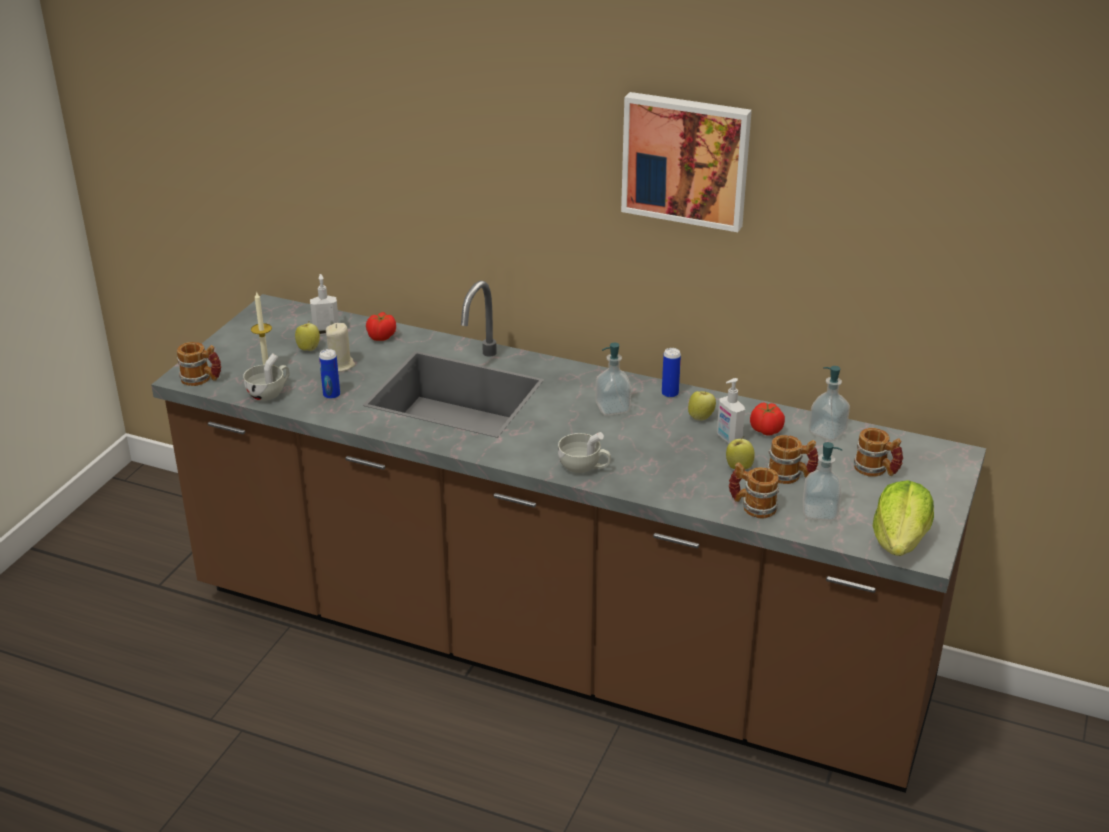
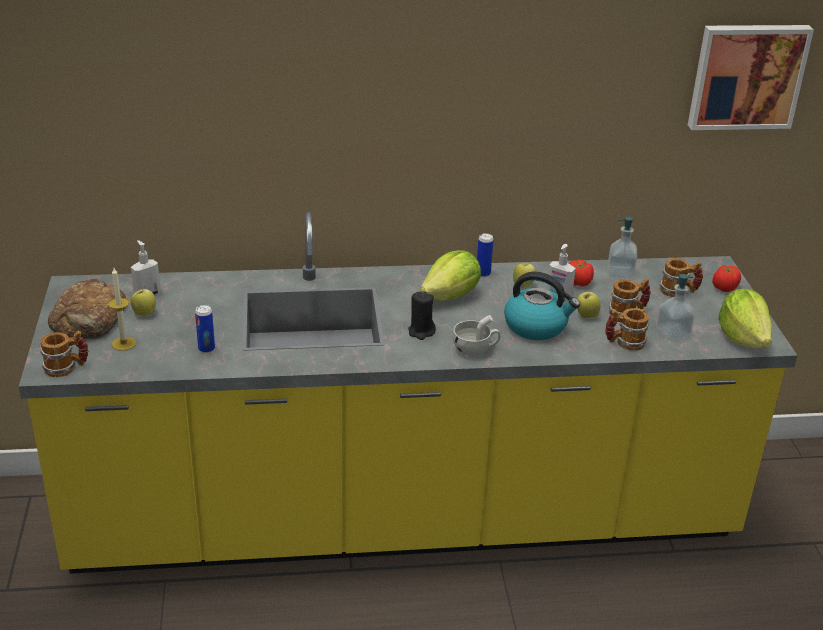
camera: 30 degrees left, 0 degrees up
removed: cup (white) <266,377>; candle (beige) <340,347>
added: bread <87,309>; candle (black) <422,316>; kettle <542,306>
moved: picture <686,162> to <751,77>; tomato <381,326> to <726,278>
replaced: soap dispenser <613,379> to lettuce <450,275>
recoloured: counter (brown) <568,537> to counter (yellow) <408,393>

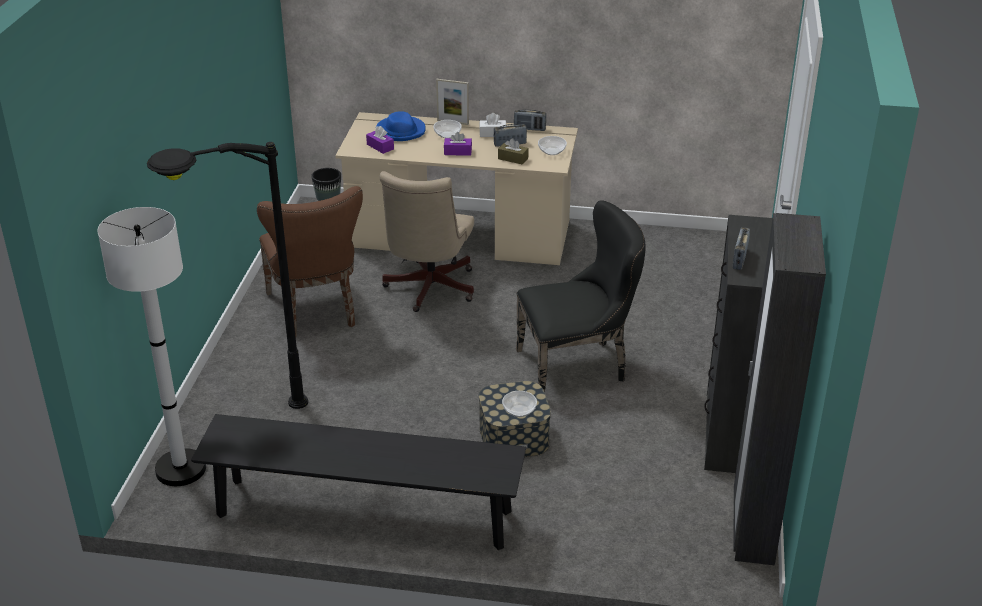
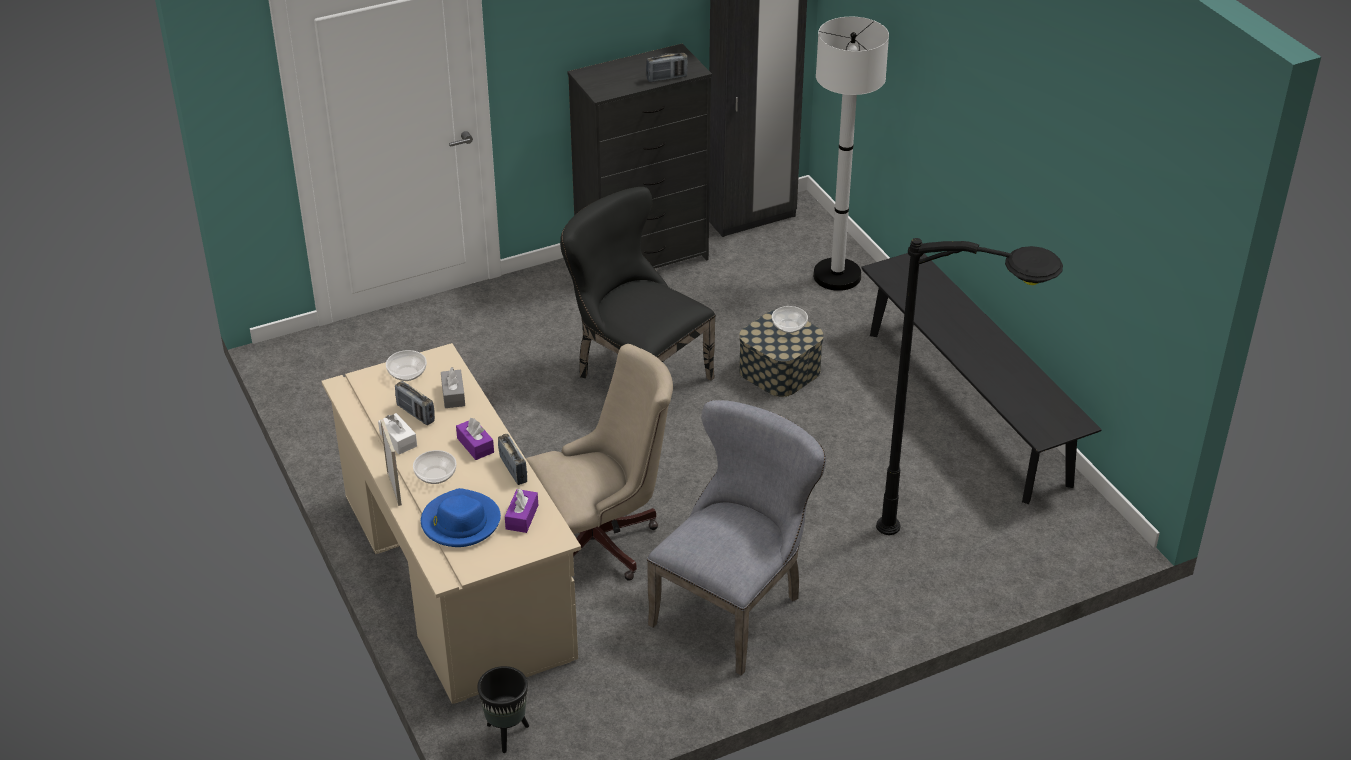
camera: 125 degrees left, 5 degrees up
moved: radio <530,120> to <512,459>; floor lamp (white) <152,346> to <851,154>
recoloured: tissue box (brown) <513,151> to tissue box (grey) <453,387>; chair (brown) <310,261> to chair (grey) <736,537>

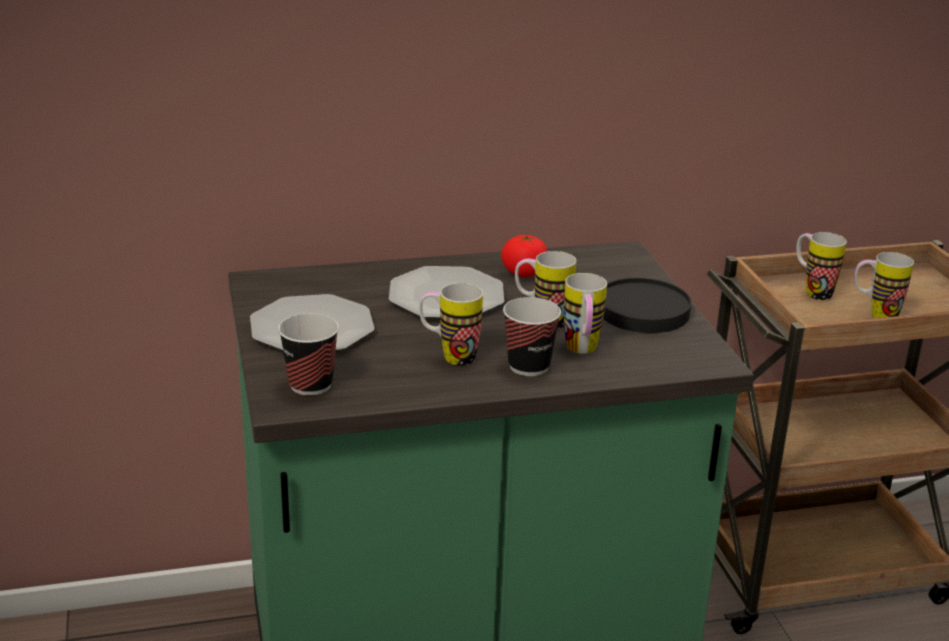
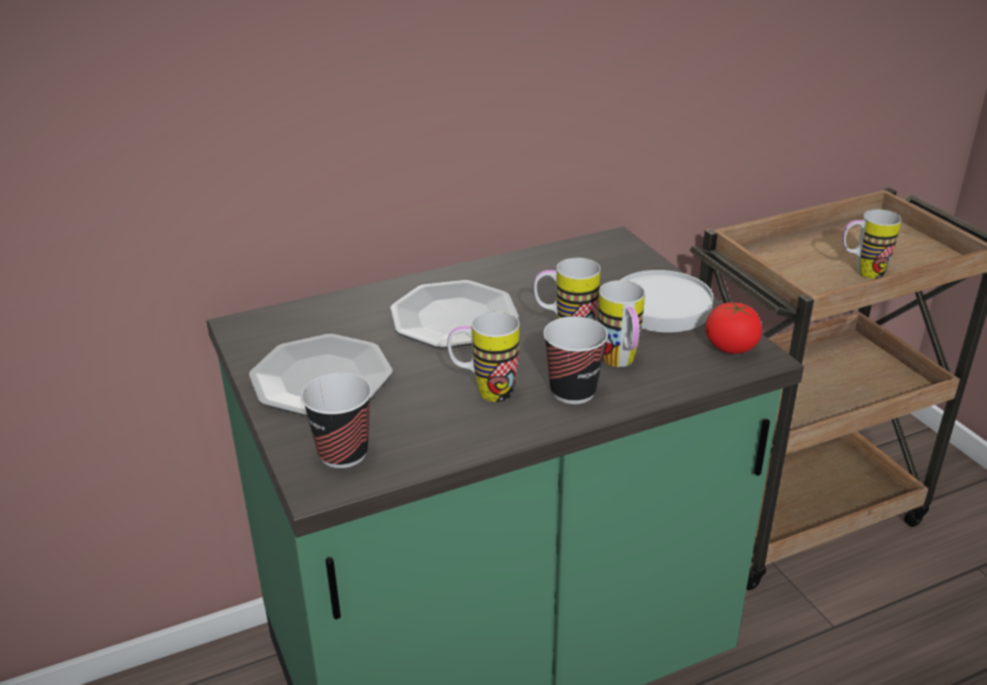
camera: 10 degrees left, 5 degrees up
removed: mug <822,266>
moved: tomato <524,255> to <734,328>
recoloured: plate (black) <647,305> to plate (white) <667,301>

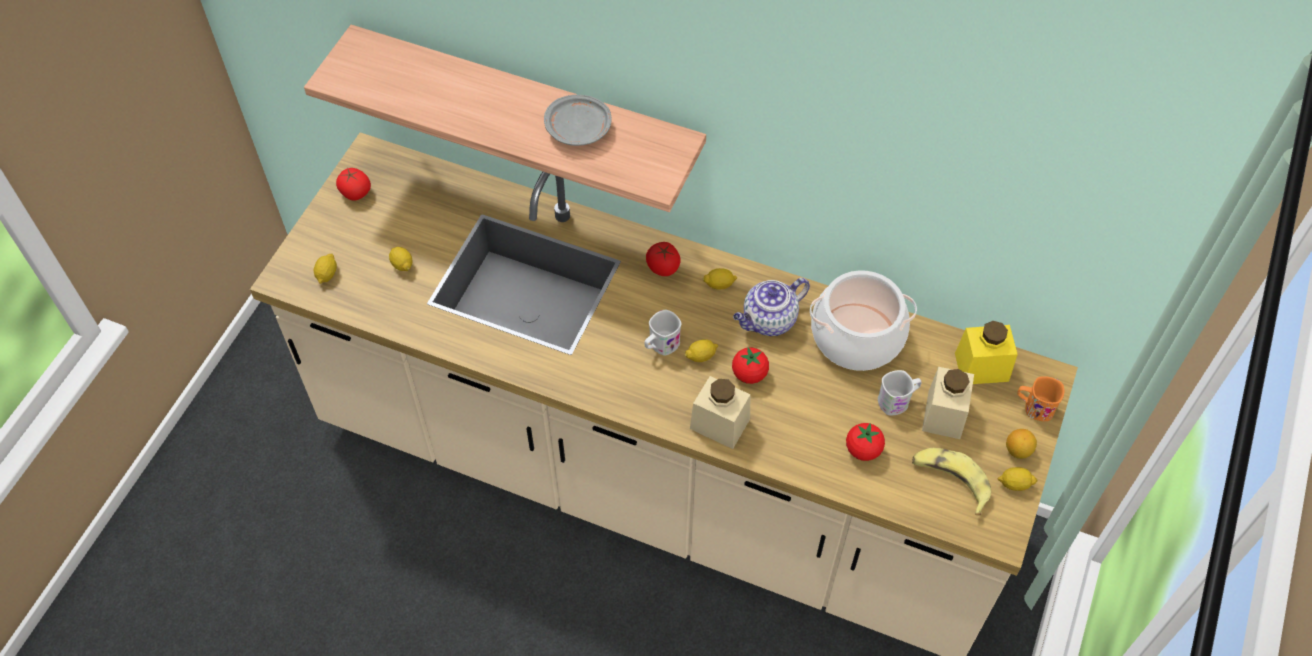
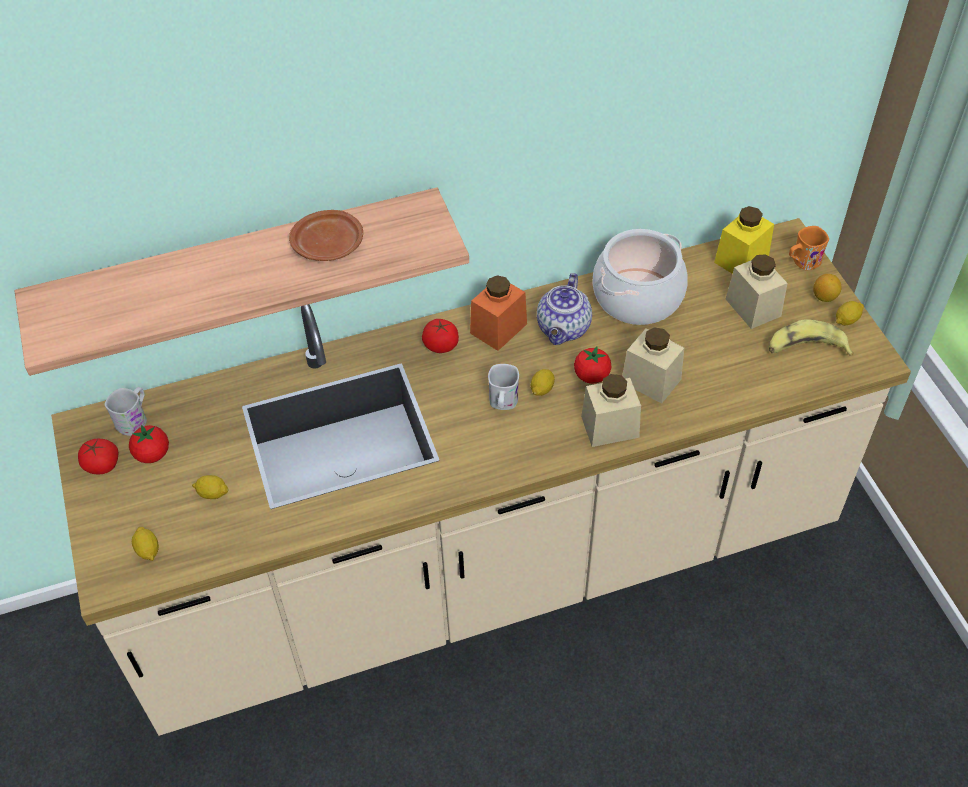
camera: 40 degrees left, 5 degrees down
added: jar (beige) <653,365>
moved: mug (white) <900,392> to <126,411>; tomato <865,442> to <149,444>
replaced: lemon <720,279> to jar (orange) <498,313>
recoloured: plate (grey) <578,120> to plate (brown) <326,235>

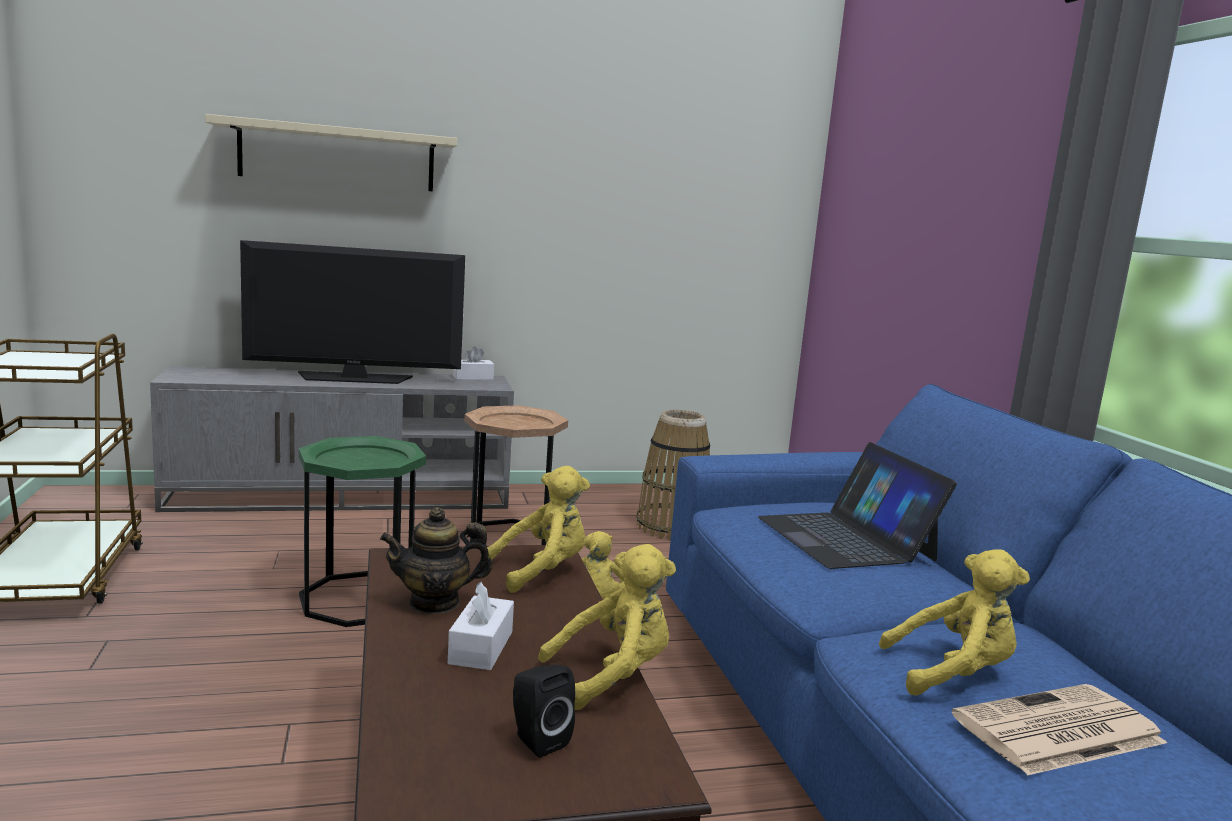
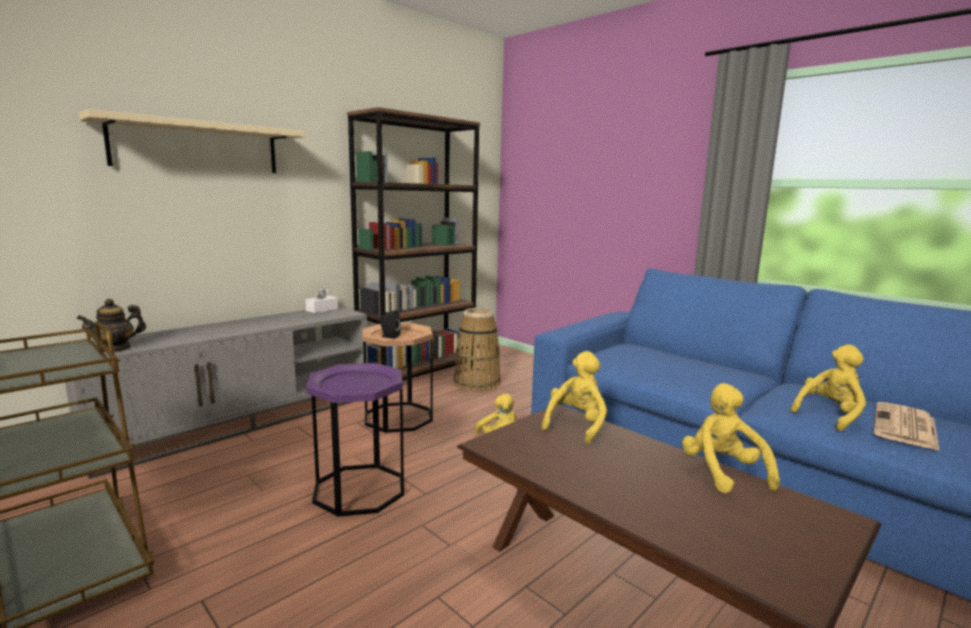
camera: 30 degrees left, 0 degrees up
removed: television <352,312>; tissue box (white) <481,626>; laptop <857,505>
added: bookcase (brown) <413,244>
moved: teapot <436,560> to <111,325>; speaker (black) <544,711> to <390,324>
recoloured: side table (green) <362,531> to side table (purple) <355,440>
turned: plush toy (yellow) <607,627> = <731,438> 45 degrees counterclockwise

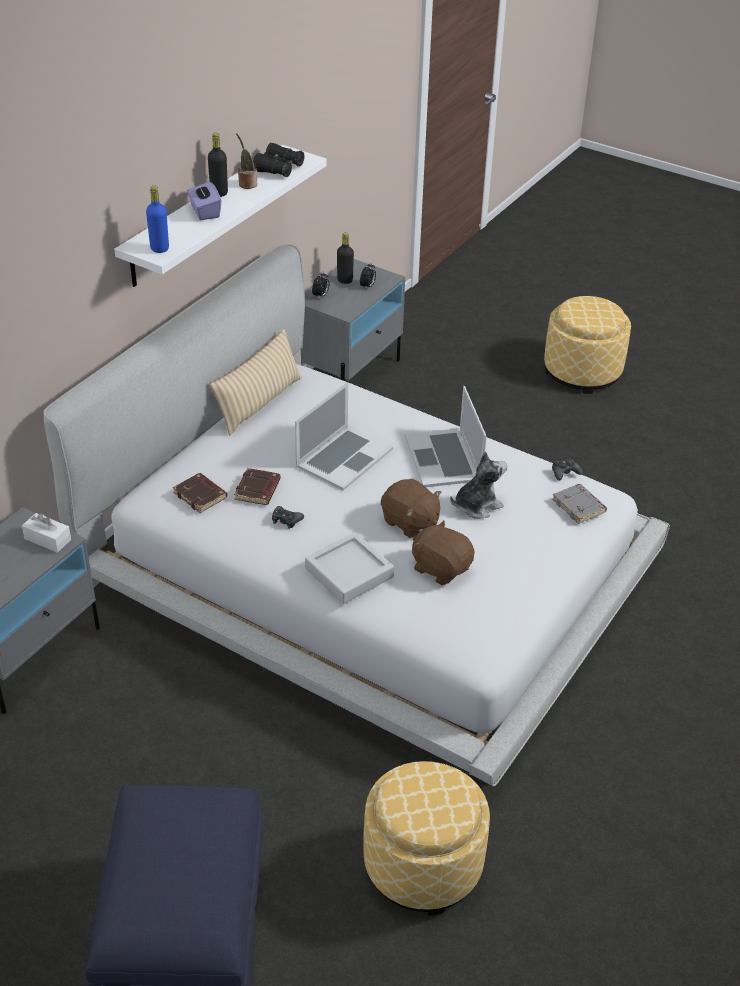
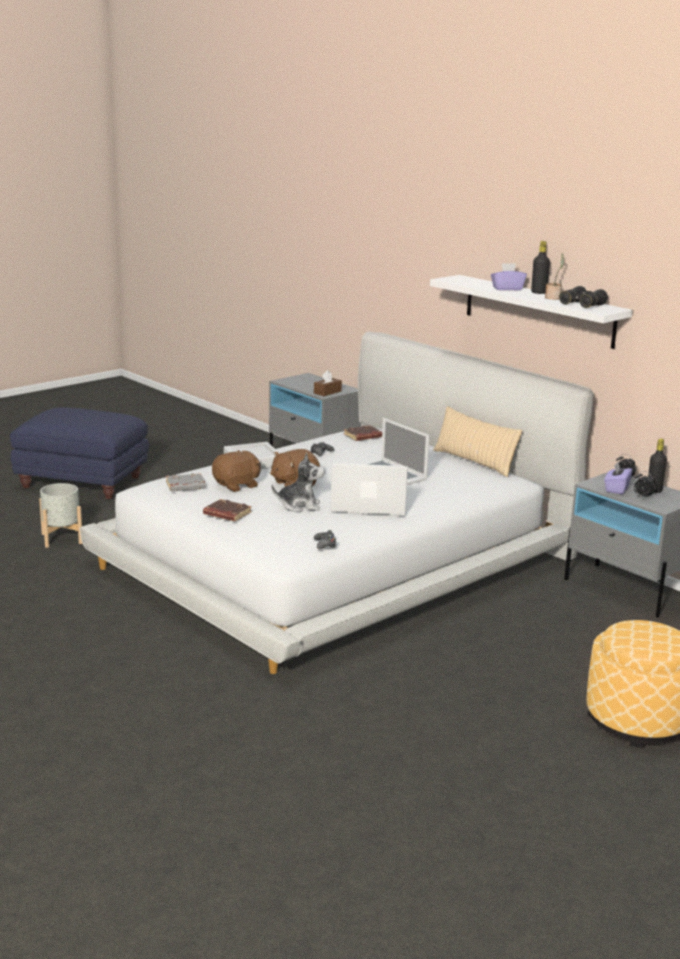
camera: 105 degrees right, 20 degrees down
removed: bottle (blue) <157,219>
added: tissue box (purple) <618,478>
moved: book (grey) <579,504> to <186,482>; book (brown) <257,486> to <227,510>
replaced: ottoman <426,838> to planter (grey) <61,515>
recoloured: tissue box (white) <46,533> to tissue box (brown) <328,383>
turned: plush toy <478,485> = <298,482> 75 degrees counterclockwise

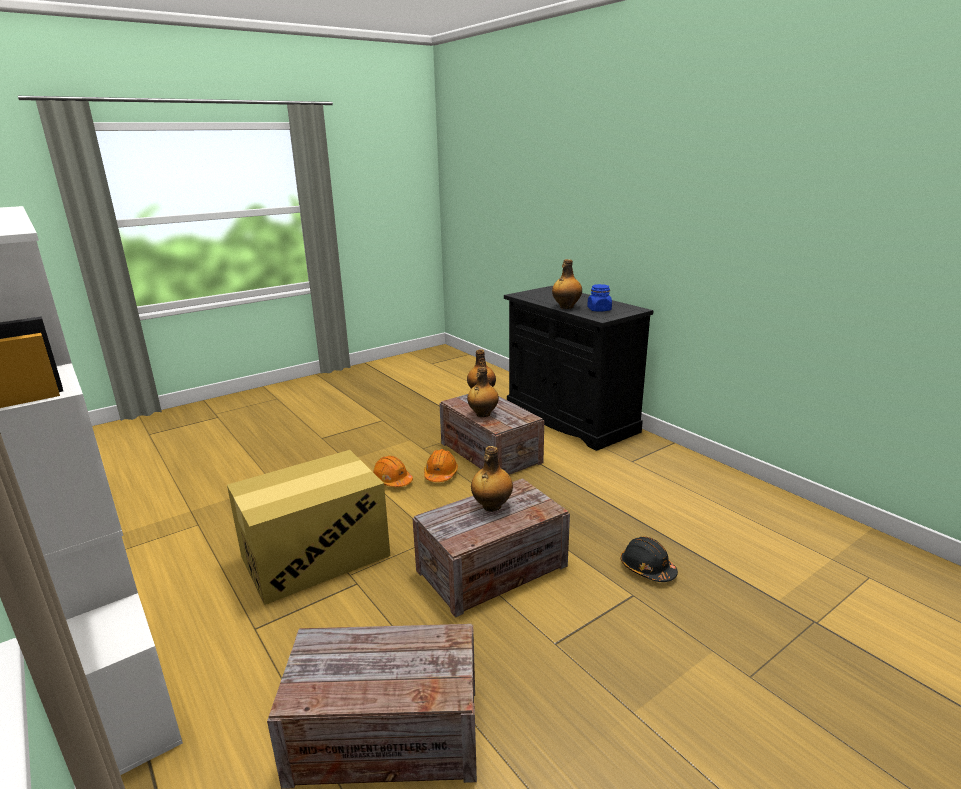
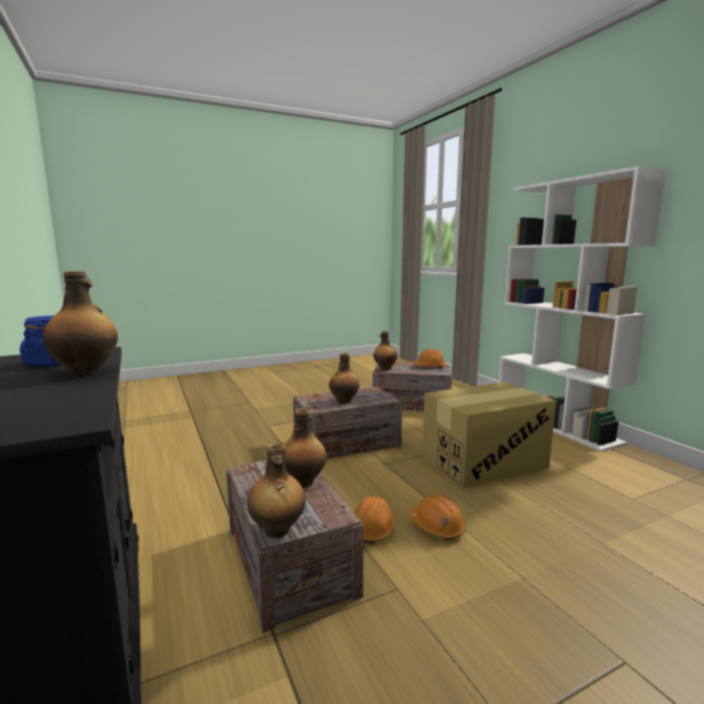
camera: 170 degrees left, 10 degrees down
removed: hard hat (black) <649,559>
added: bottle <385,350>; hard hat (orange) <429,358>

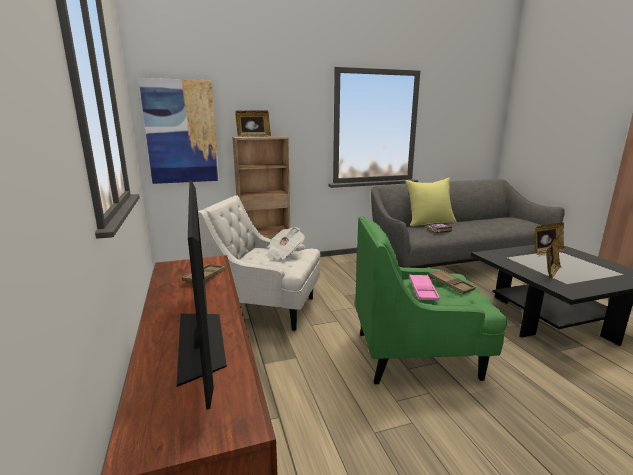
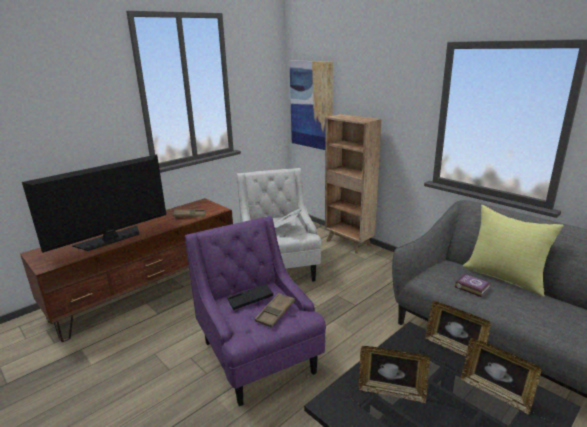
camera: 65 degrees right, 5 degrees up
moved: picture frame <253,123> to <458,329>
recoloured: armchair (green) <431,300> to armchair (purple) <255,311>; tray (pink) <424,287> to tray (black) <250,297>

